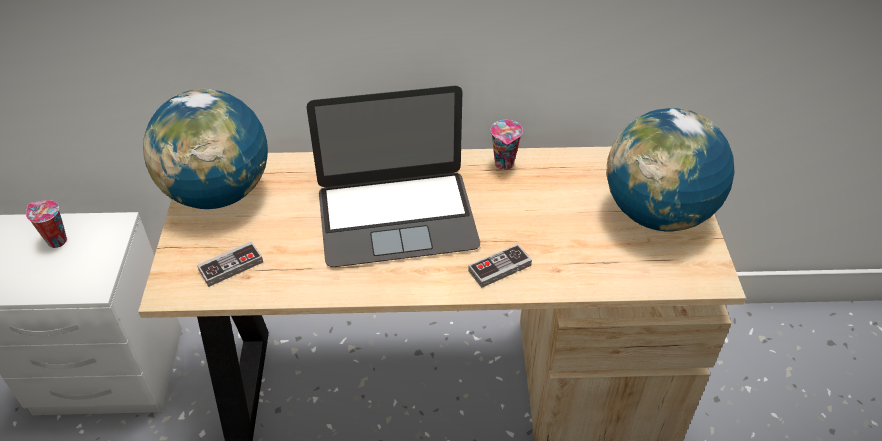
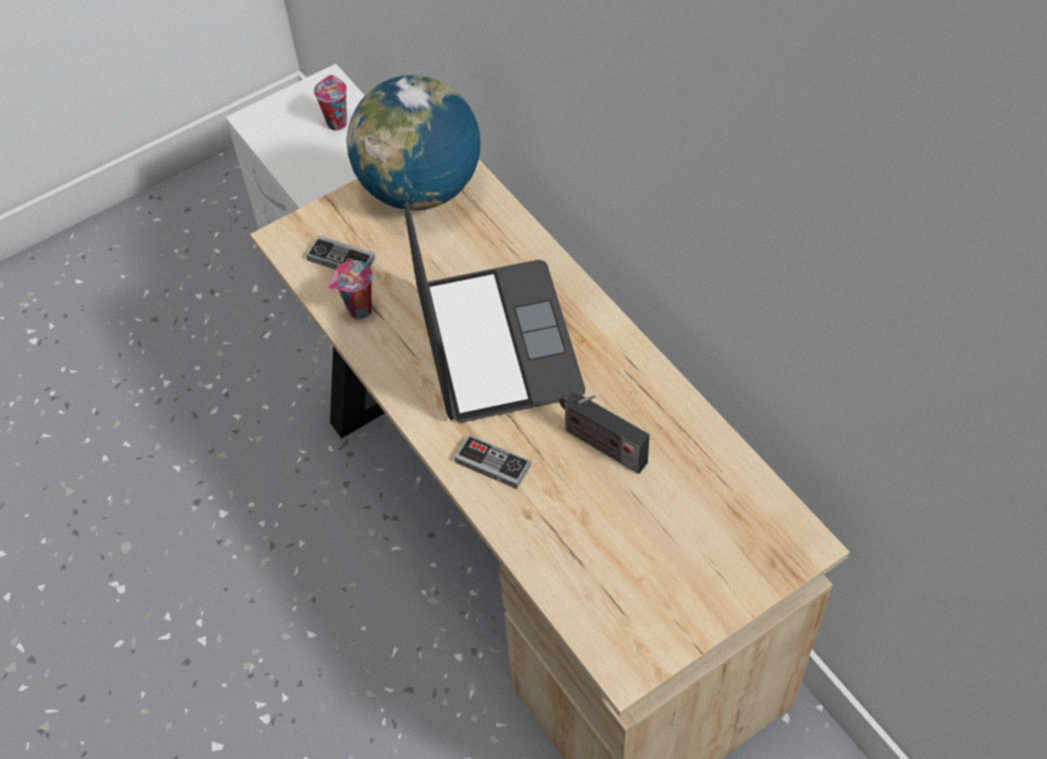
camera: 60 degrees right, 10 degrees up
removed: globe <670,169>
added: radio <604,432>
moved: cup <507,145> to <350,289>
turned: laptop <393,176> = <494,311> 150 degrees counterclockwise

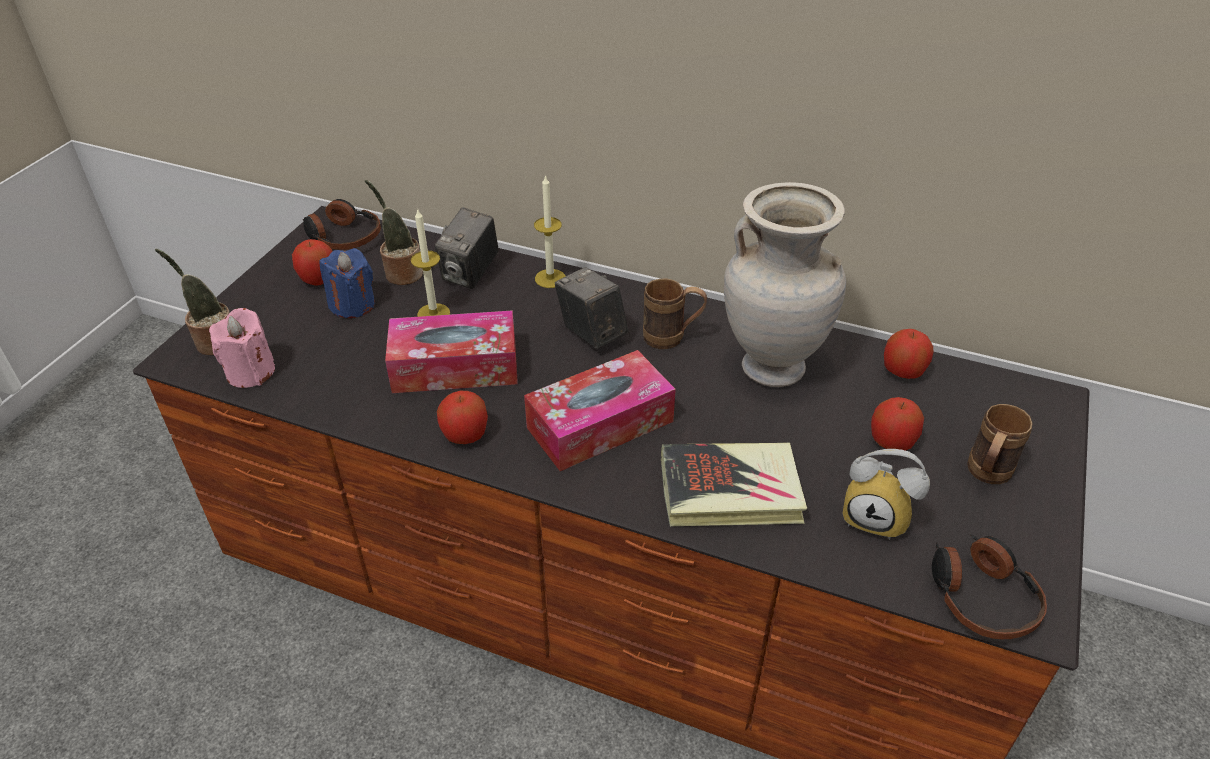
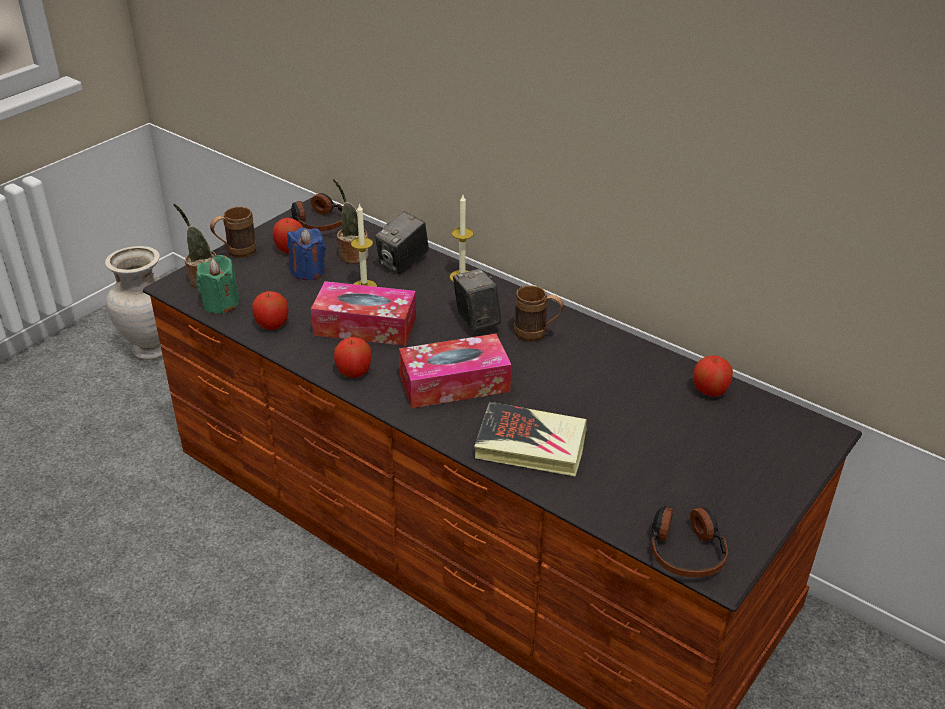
camera: 15 degrees right, 5 degrees down
removed: alarm clock <886,494>
moved: vase (beige) <785,284> to <134,303>; mug (brown) <1000,444> to <233,232>; apple <897,424> to <270,310>
recoloured: candle (pink) <242,348> to candle (green) <217,284>

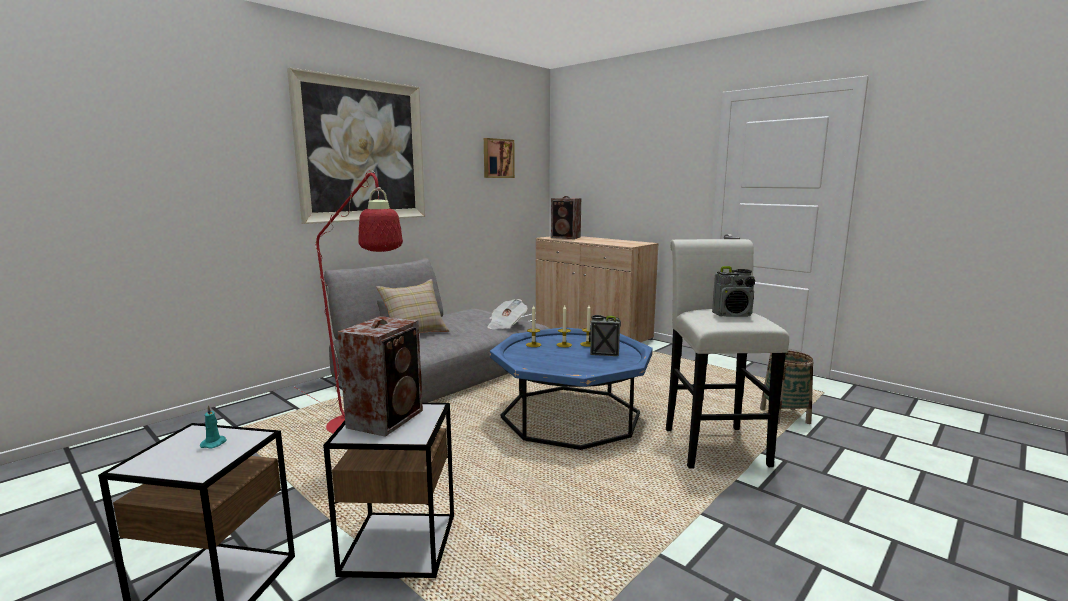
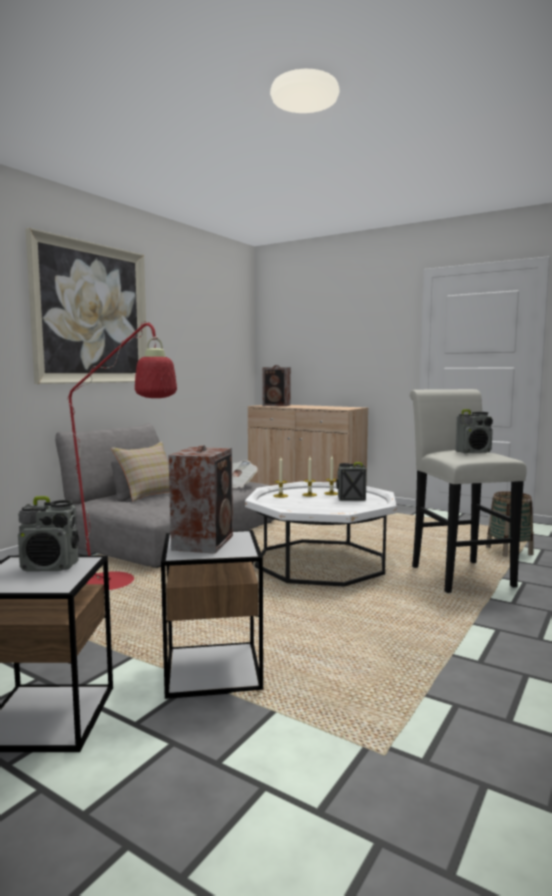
camera: 10 degrees left, 5 degrees down
removed: picture <499,158>
replaced: candle (turquoise) <213,427> to radio <48,534>
recoloured: coffee table (blue) <571,388> to coffee table (white) <321,534>

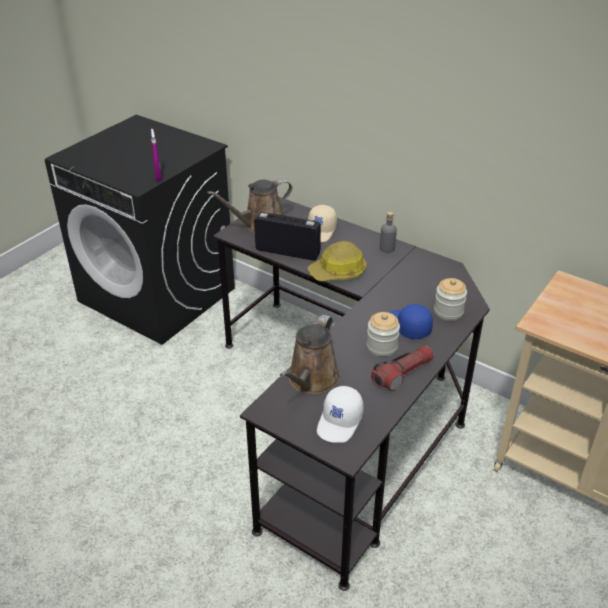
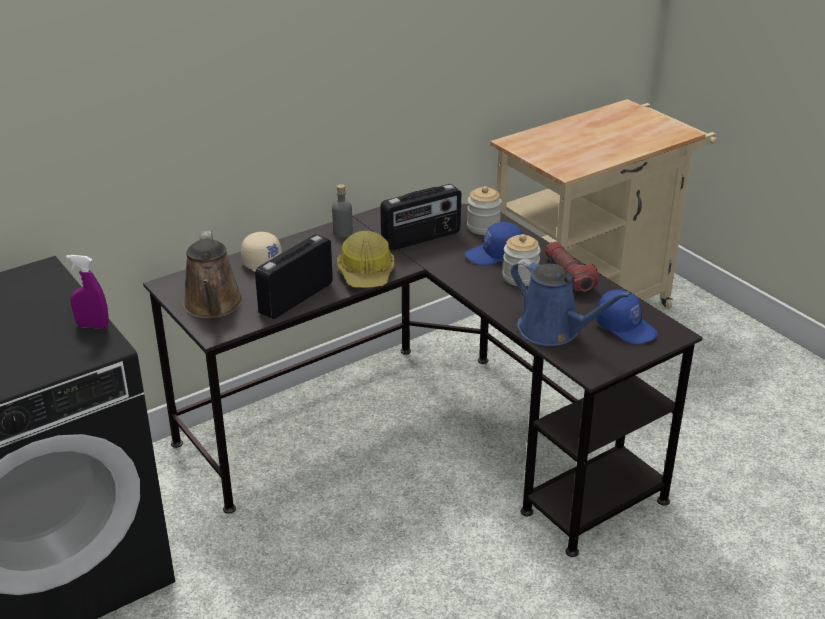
camera: 70 degrees left, 5 degrees down
added: radio <420,217>
recoloured: watering can (brown) <310,354> to watering can (blue) <571,302>; cap (white) <340,414> to cap (blue) <627,316>

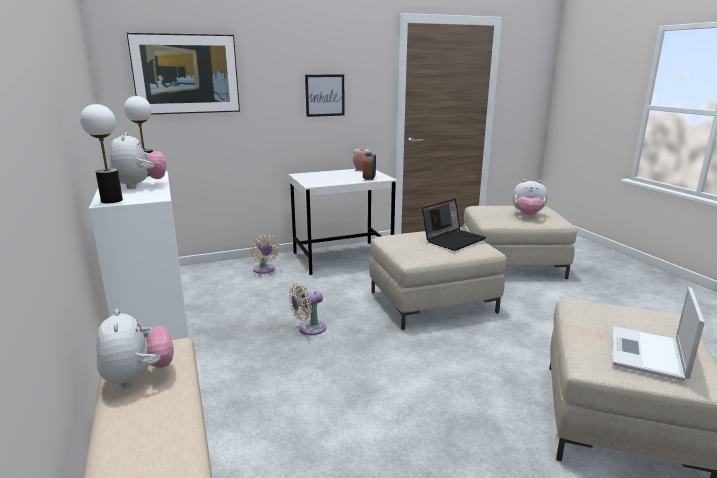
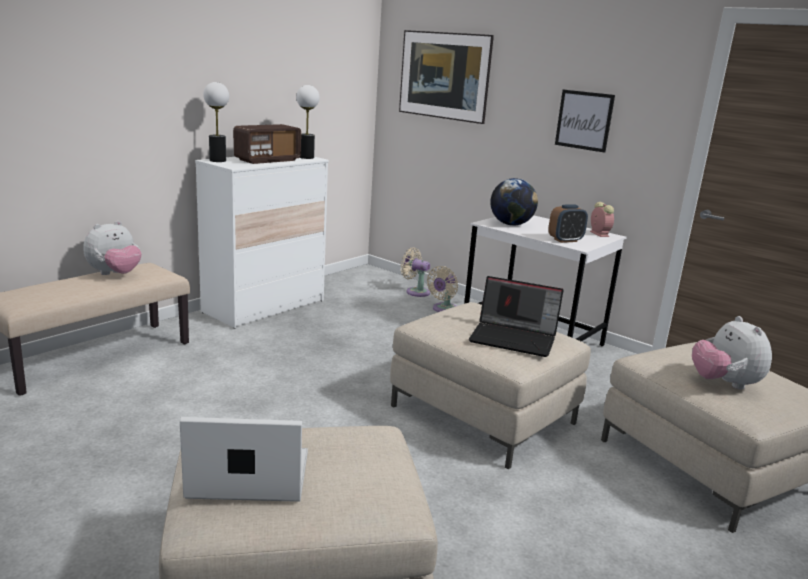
camera: 60 degrees right, 0 degrees up
added: globe <514,202>
moved: fan (beige) <307,309> to <415,272>
replaced: plush toy <138,160> to radio <267,144>

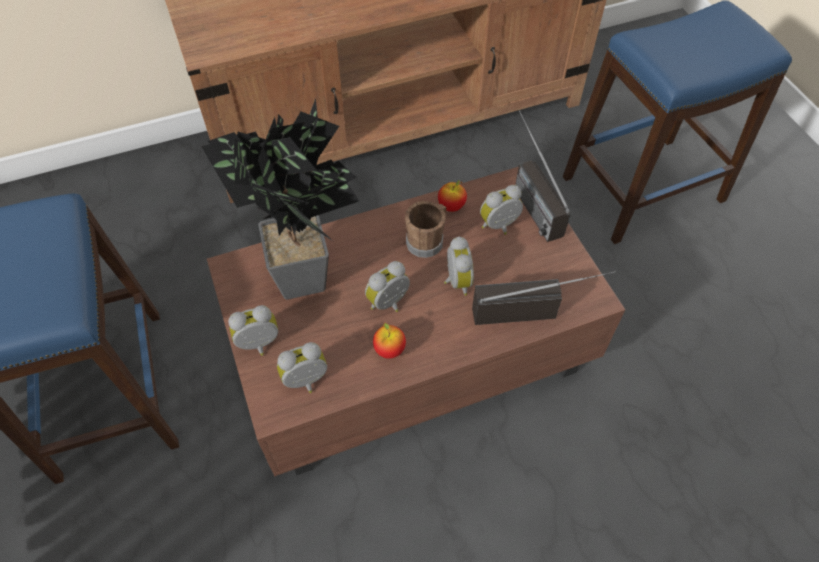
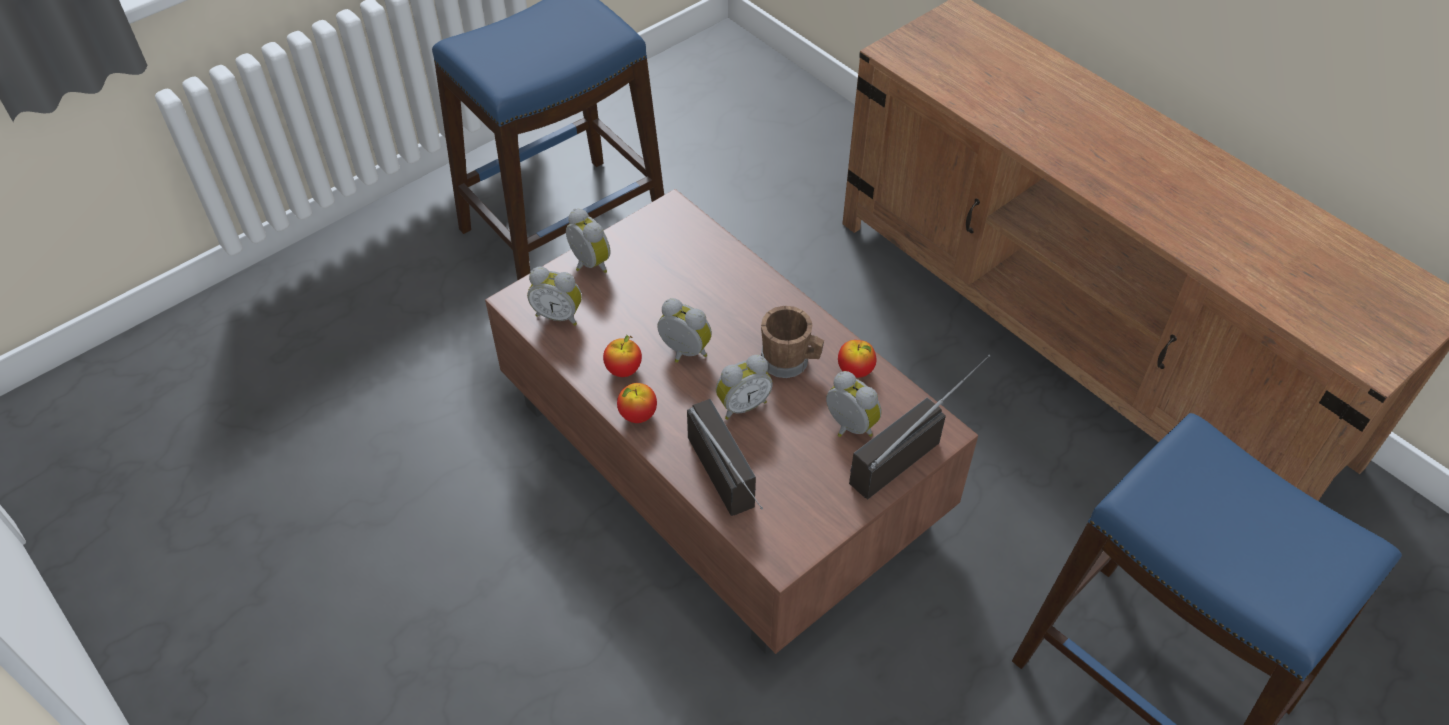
camera: 70 degrees right, 5 degrees down
removed: potted plant <280,199>
added: apple <637,403>
turned: alarm clock <302,367> = <554,296> 150 degrees clockwise

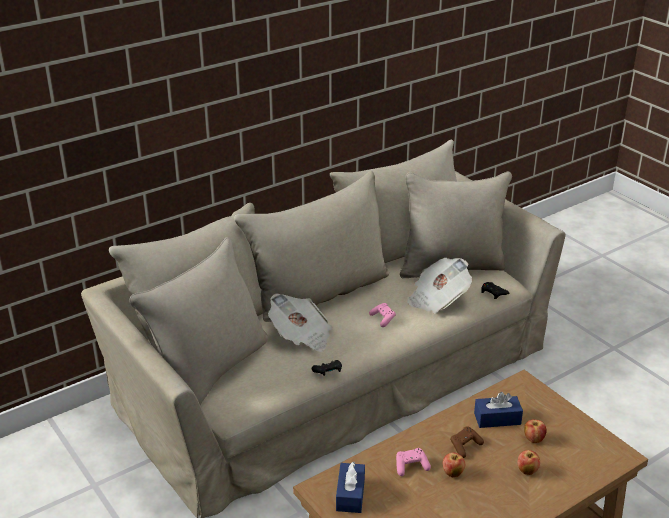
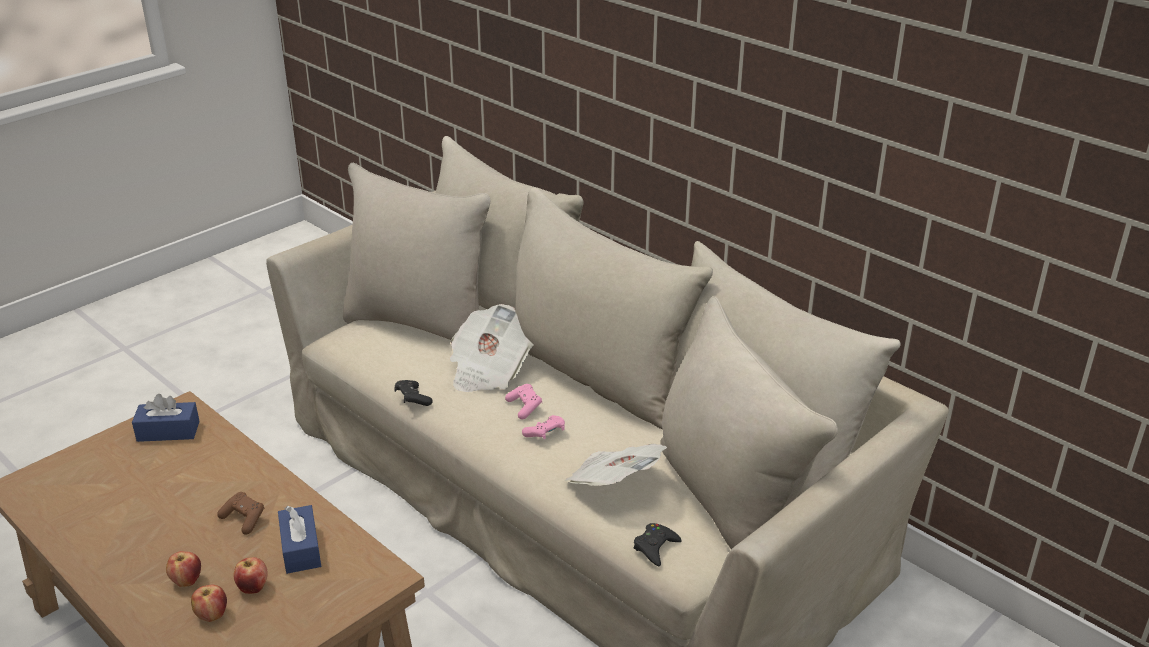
camera: 80 degrees right, 0 degrees up
moved: apple <454,464> to <209,603>; game controller (pink) <413,462> to <523,401>

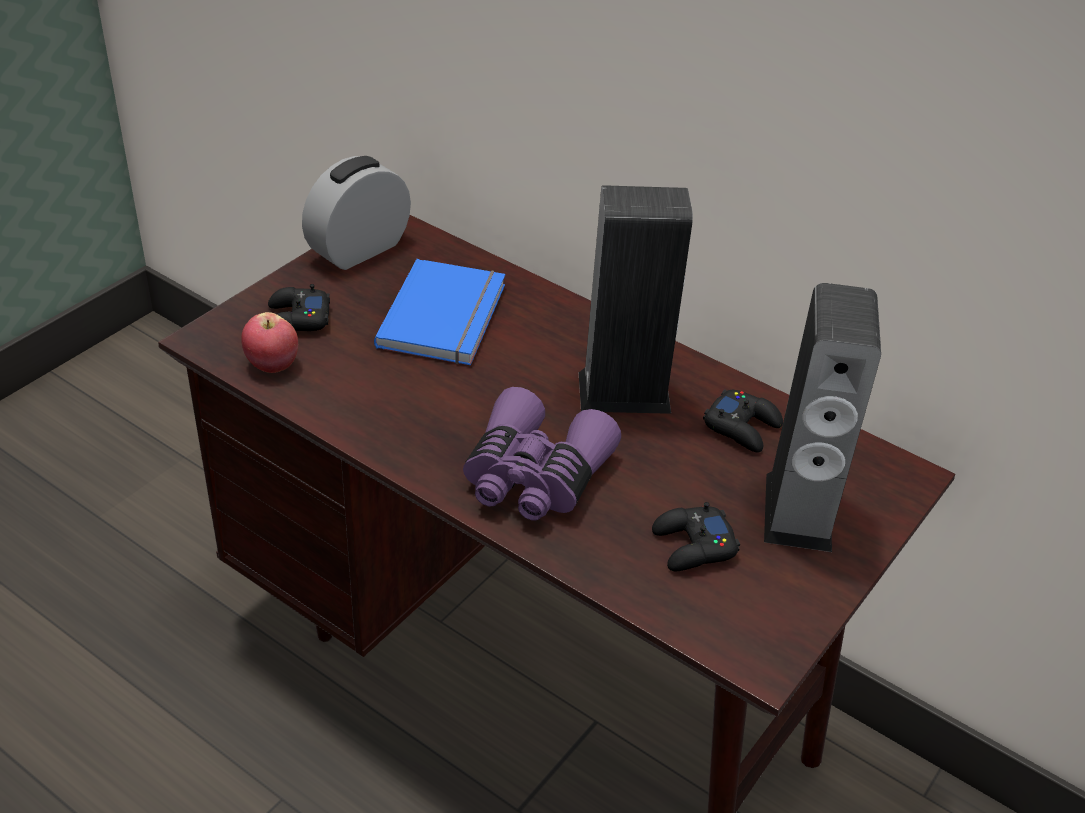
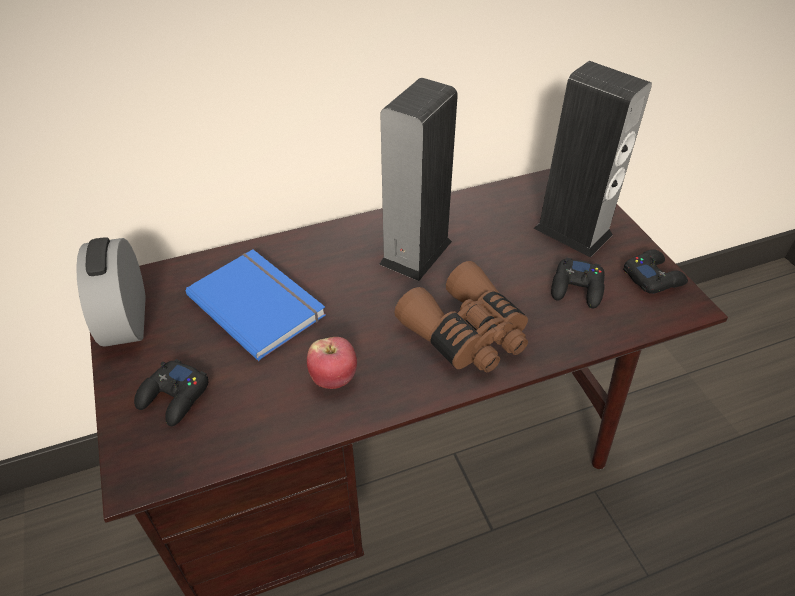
camera: 55 degrees left, 5 degrees up
moved: apple <269,342> to <332,363>; game controller (black) <743,421> to <655,272>
recoloured: binoculars (purple) <542,454> to binoculars (brown) <461,317>

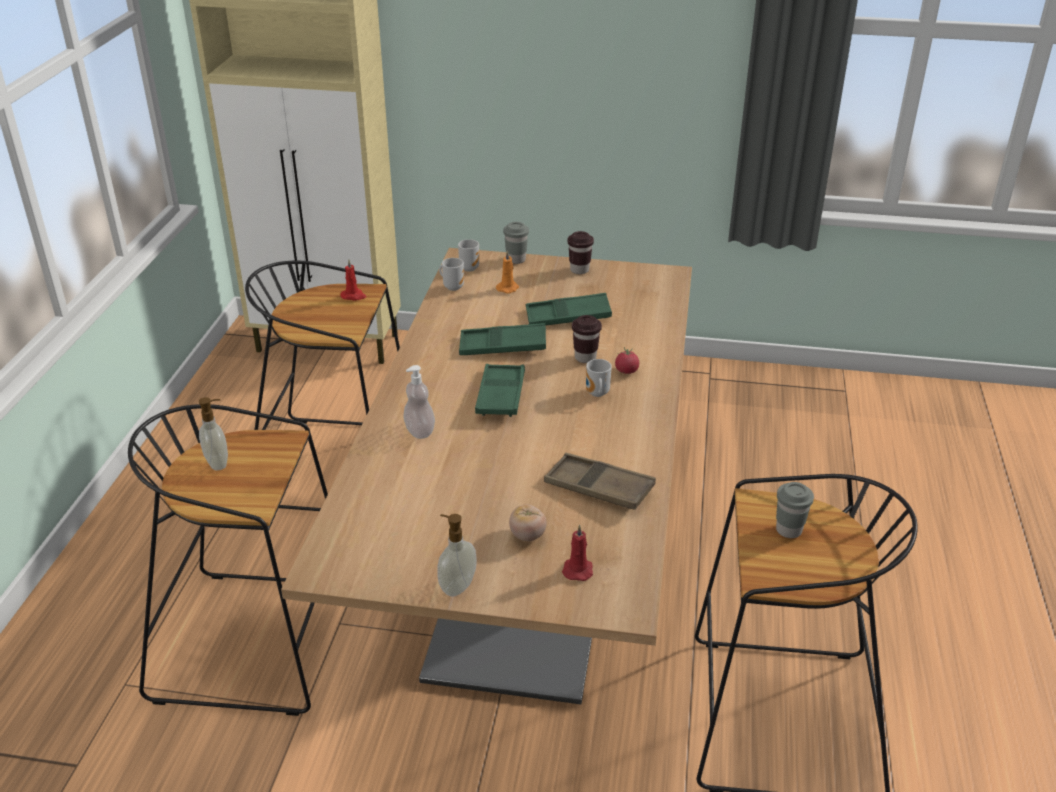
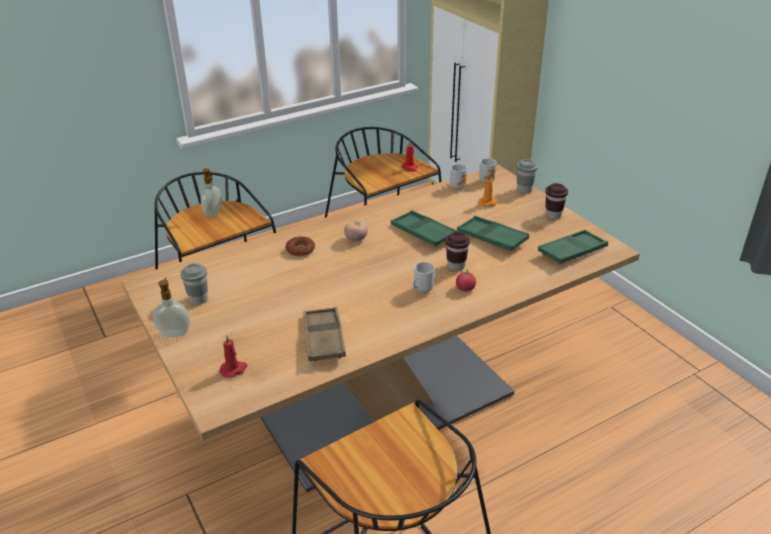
camera: 50 degrees right, 0 degrees up
moved: cup (grey) <795,510> to <194,284>; tomato <528,522> to <356,230>; tray (green) <500,390> to <573,247>
replaced: soap dispenser <419,402> to donut <300,246>

